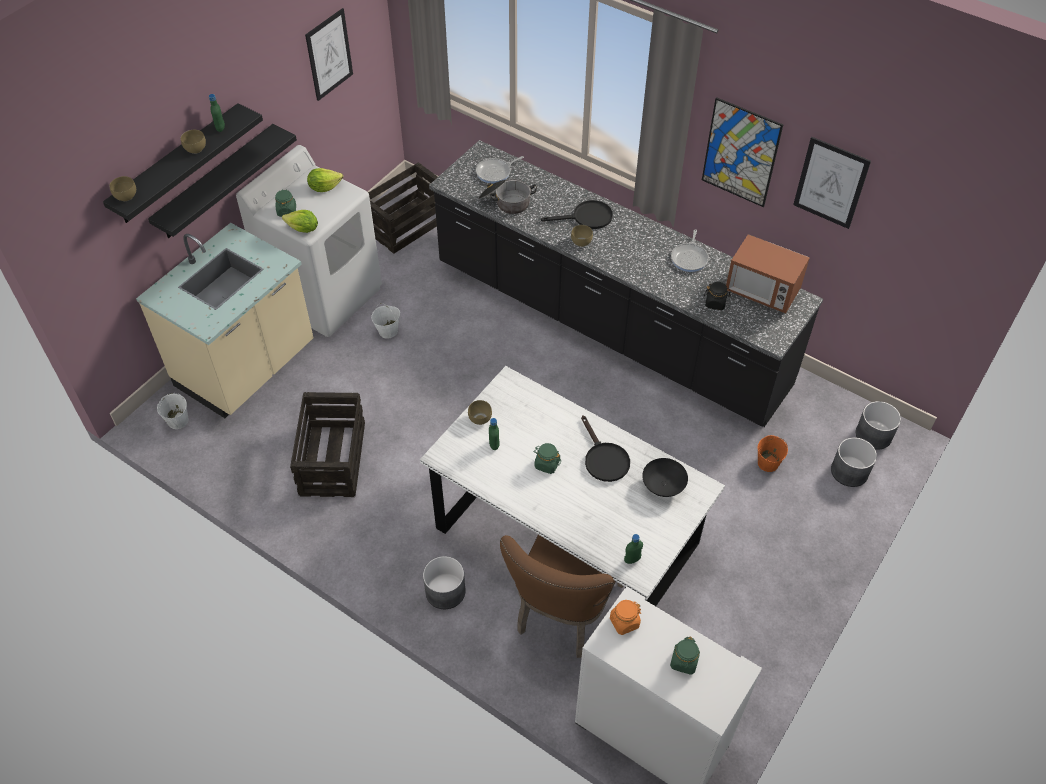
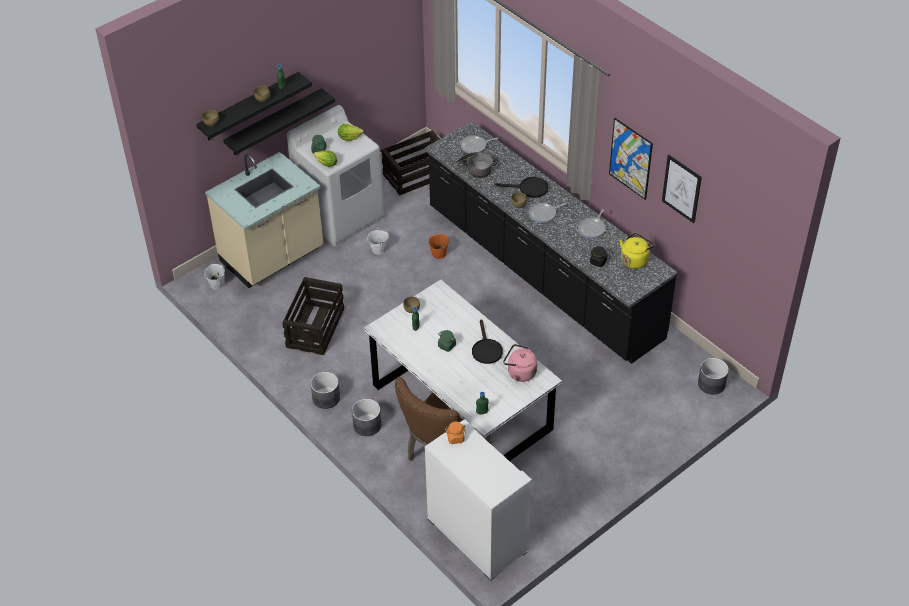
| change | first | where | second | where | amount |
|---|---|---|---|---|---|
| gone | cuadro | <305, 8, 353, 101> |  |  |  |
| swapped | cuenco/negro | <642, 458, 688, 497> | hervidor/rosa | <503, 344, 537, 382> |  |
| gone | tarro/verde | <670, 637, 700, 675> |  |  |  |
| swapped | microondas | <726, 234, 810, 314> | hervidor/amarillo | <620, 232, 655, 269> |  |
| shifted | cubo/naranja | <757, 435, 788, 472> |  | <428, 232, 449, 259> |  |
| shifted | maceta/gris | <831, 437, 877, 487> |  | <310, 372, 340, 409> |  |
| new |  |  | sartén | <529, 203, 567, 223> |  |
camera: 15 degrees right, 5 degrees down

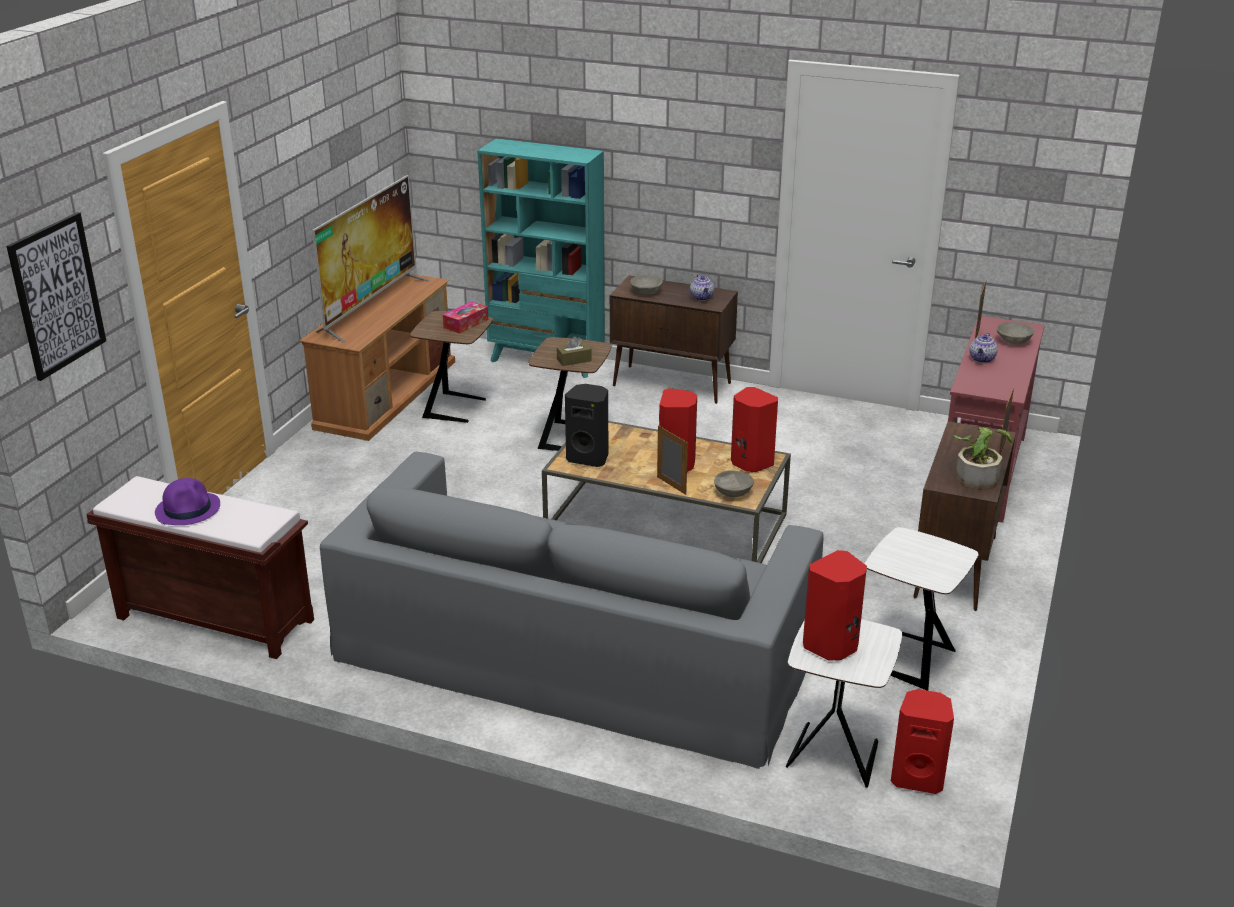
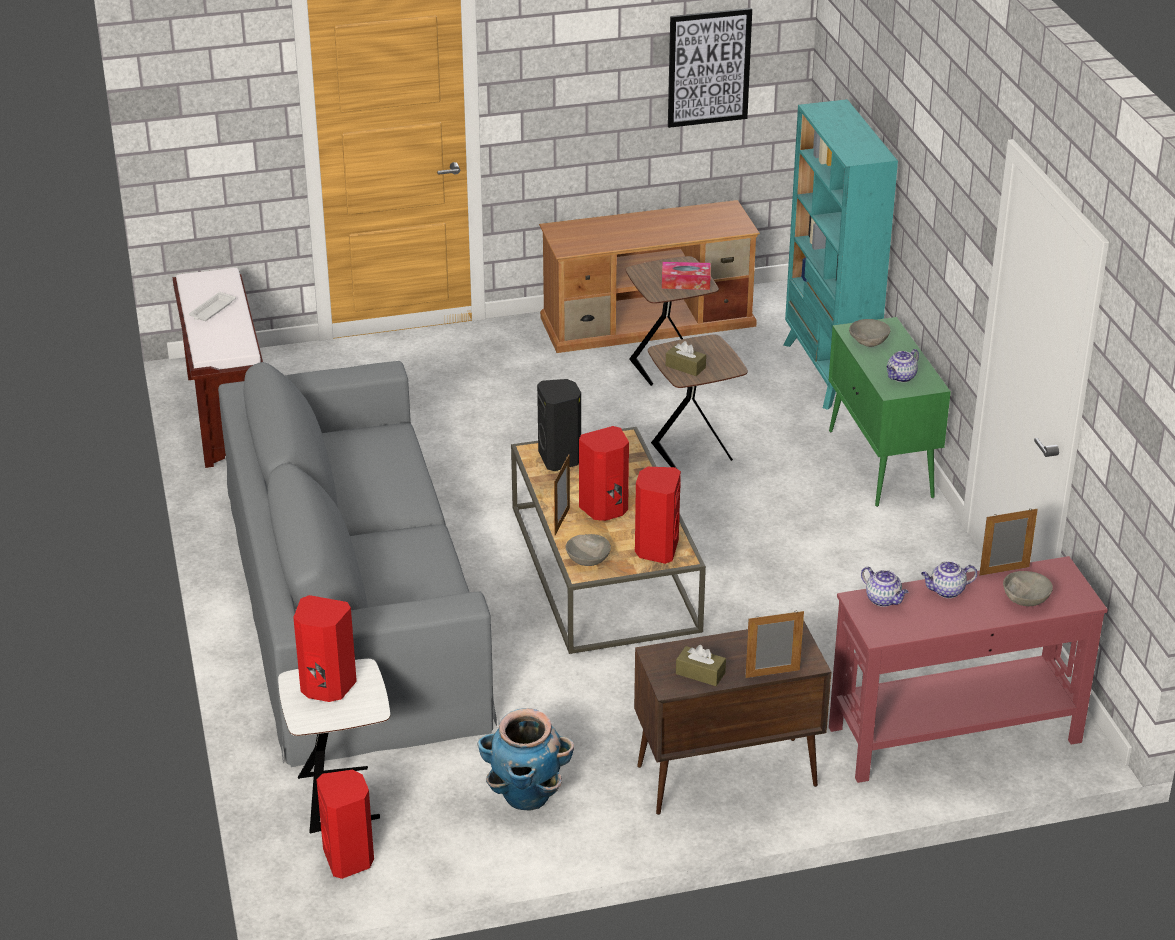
| change | first | where | second | where | amount |
|---|---|---|---|---|---|
| shifted | cuadro | <6, 212, 106, 381> |  | <668, 8, 752, 128> |  |
| swapped | sombrero/morado | <155, 478, 220, 525> | bandeja/blanco | <189, 292, 236, 321> |  |
| gone | televisor | <312, 175, 430, 343> |  |  |  |
| repainted | armario/marrón | <610, 276, 738, 404> | armario/verde | <829, 317, 951, 507> |  |
| swapped | mesa auxiliar/blanco | <865, 527, 979, 691> | maceta | <478, 708, 574, 811> |  |
| swapped | planta en maceta | <954, 427, 1013, 490> | caja de pañuelos/marrón | <676, 645, 726, 686> |  |
| new |  |  | tetera | <861, 566, 909, 607> |  |
camera: 55 degrees right, 5 degrees up

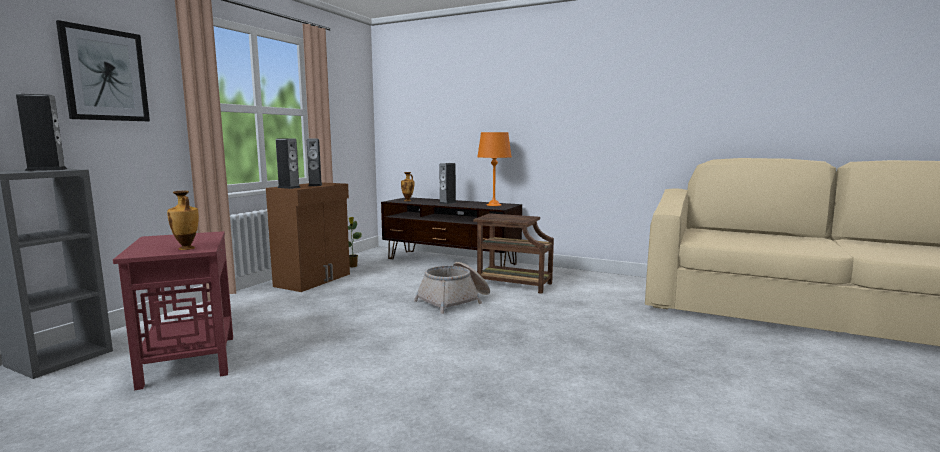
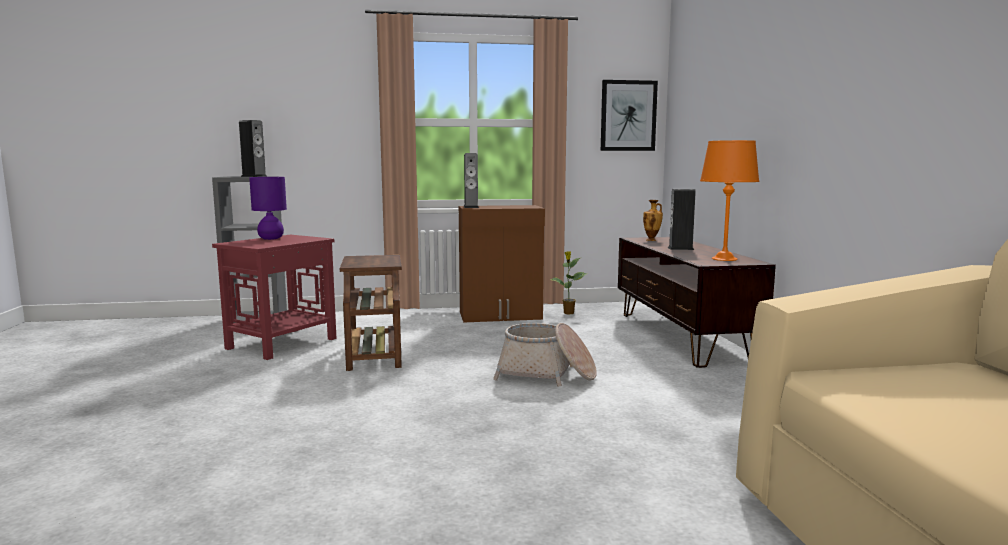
| change | first | where | second | where | amount |
|---|---|---|---|---|---|
| shifted | cuadro | <56, 20, 150, 121> |  | <601, 80, 658, 151> |  |
| gone | florero | <167, 191, 199, 250> |  |  |  |
| gone | altavoz | <307, 139, 322, 186> |  |  |  |
| shifted | mesa auxiliar/marrón | <473, 213, 554, 294> |  | <340, 255, 402, 371> |  |
| new |  |  | lámpara de mesa/morado | <249, 177, 287, 240> |  |
camera: 55 degrees right, 0 degrees up

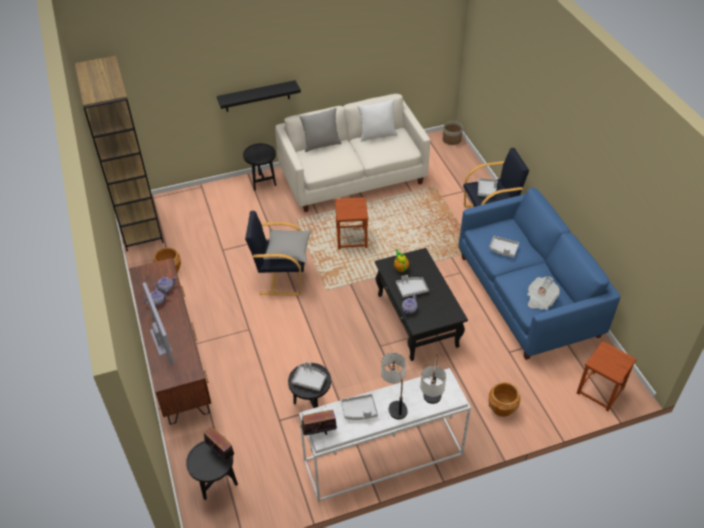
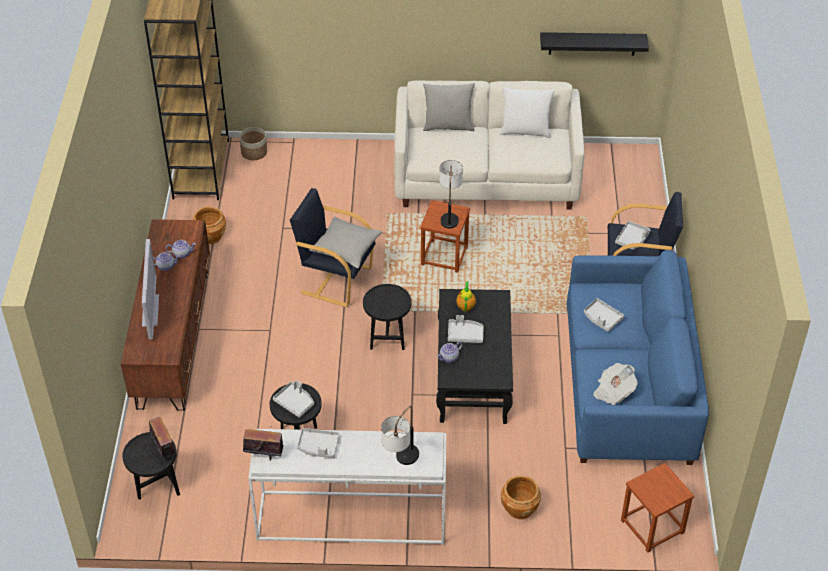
| change | first | where | second | where | amount |
|---|---|---|---|---|---|
| shifted | estante/negro | <217, 80, 301, 112> |  | <540, 32, 649, 56> |  |
| shifted | mesa auxiliar/negro | <243, 143, 276, 191> |  | <363, 284, 411, 350> |  |
| shifted | lámpara de mesa | <381, 353, 408, 420> |  | <439, 160, 463, 228> |  |
| shifted | maceta | <443, 121, 463, 145> |  | <239, 127, 267, 160> |  |
camera: 20 degrees right, 0 degrees up

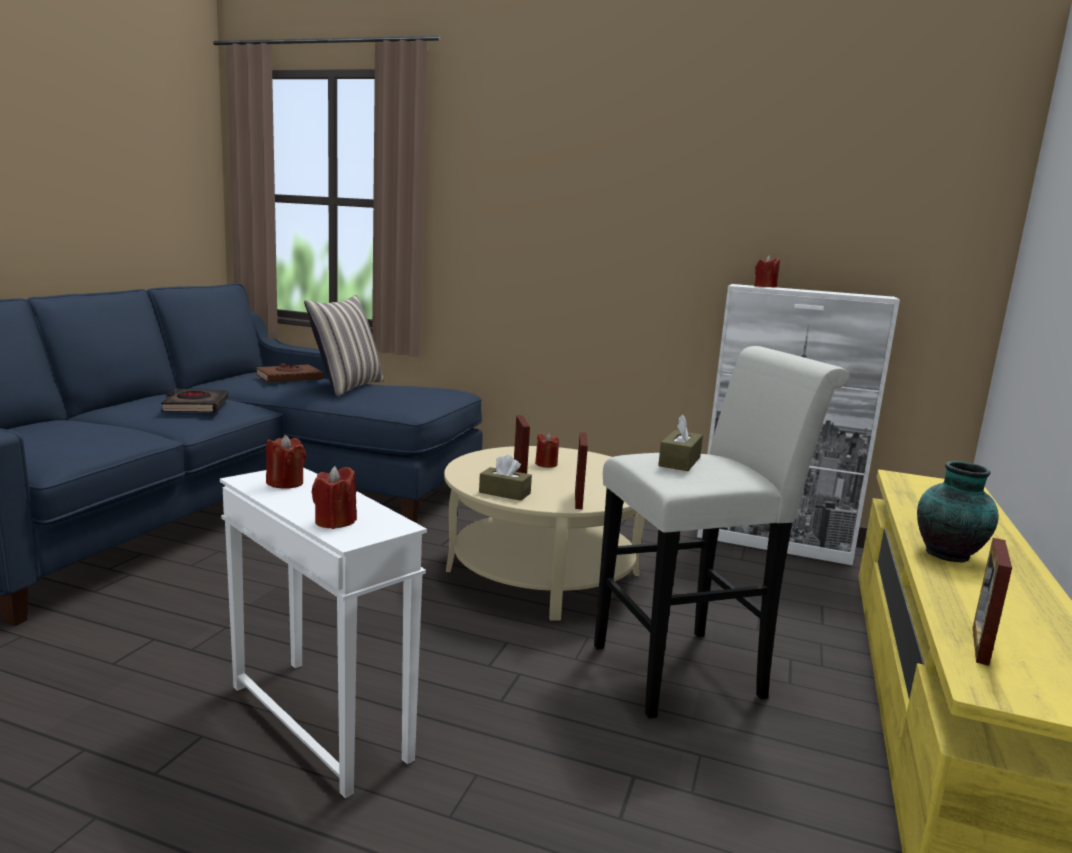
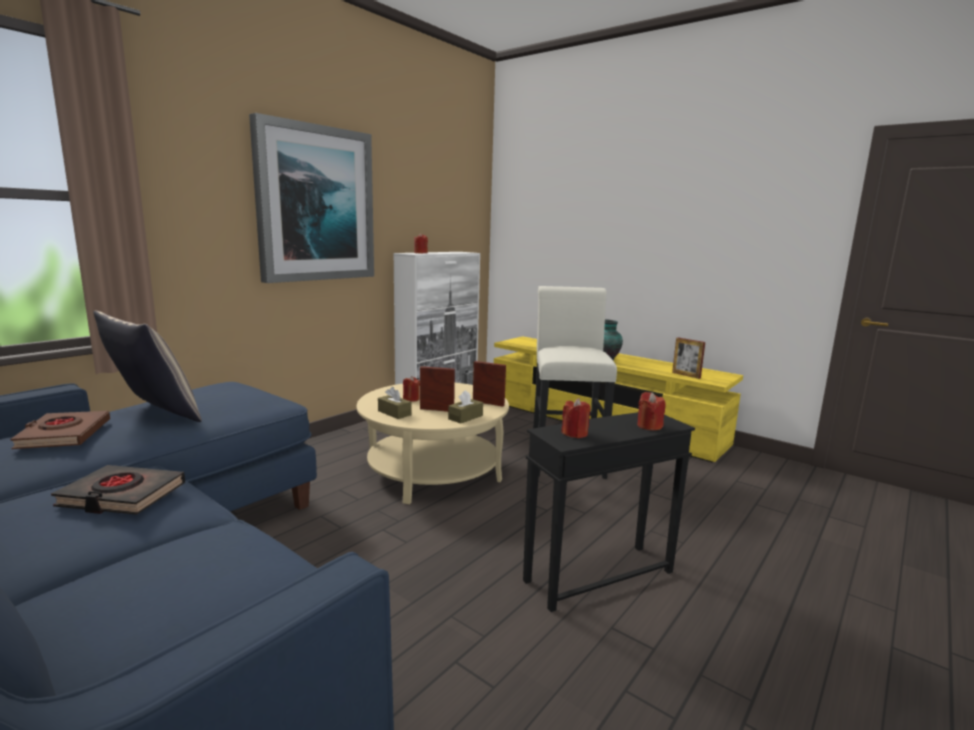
| change | first | where | second | where | amount |
|---|---|---|---|---|---|
| repainted | mesa auxiliar/blanco | <220, 468, 427, 798> | mesa auxiliar/negro | <523, 412, 695, 612> |  |
| shifted | caja de pañuelos/marrón | <658, 414, 703, 471> |  | <378, 387, 412, 419> |  |
| new |  |  | cuadro | <249, 113, 374, 283> |  |
camera: 70 degrees left, 0 degrees up

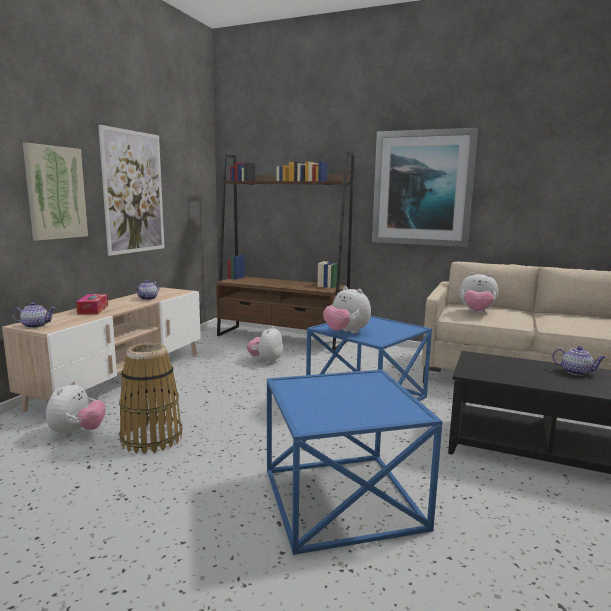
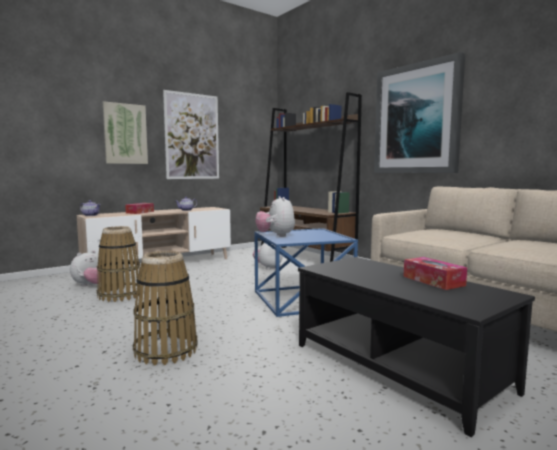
| change | first | where | second | where | amount |
|---|---|---|---|---|---|
| swapped | mesa auxiliar/azul | <267, 370, 443, 555> | cesta | <133, 251, 197, 366> |  |
| gone | peluche | <459, 272, 499, 312> |  |  |  |
| swapped | tetera | <552, 346, 606, 375> | caja de pañuelos | <404, 257, 467, 290> |  |
camera: 30 degrees right, 5 degrees down

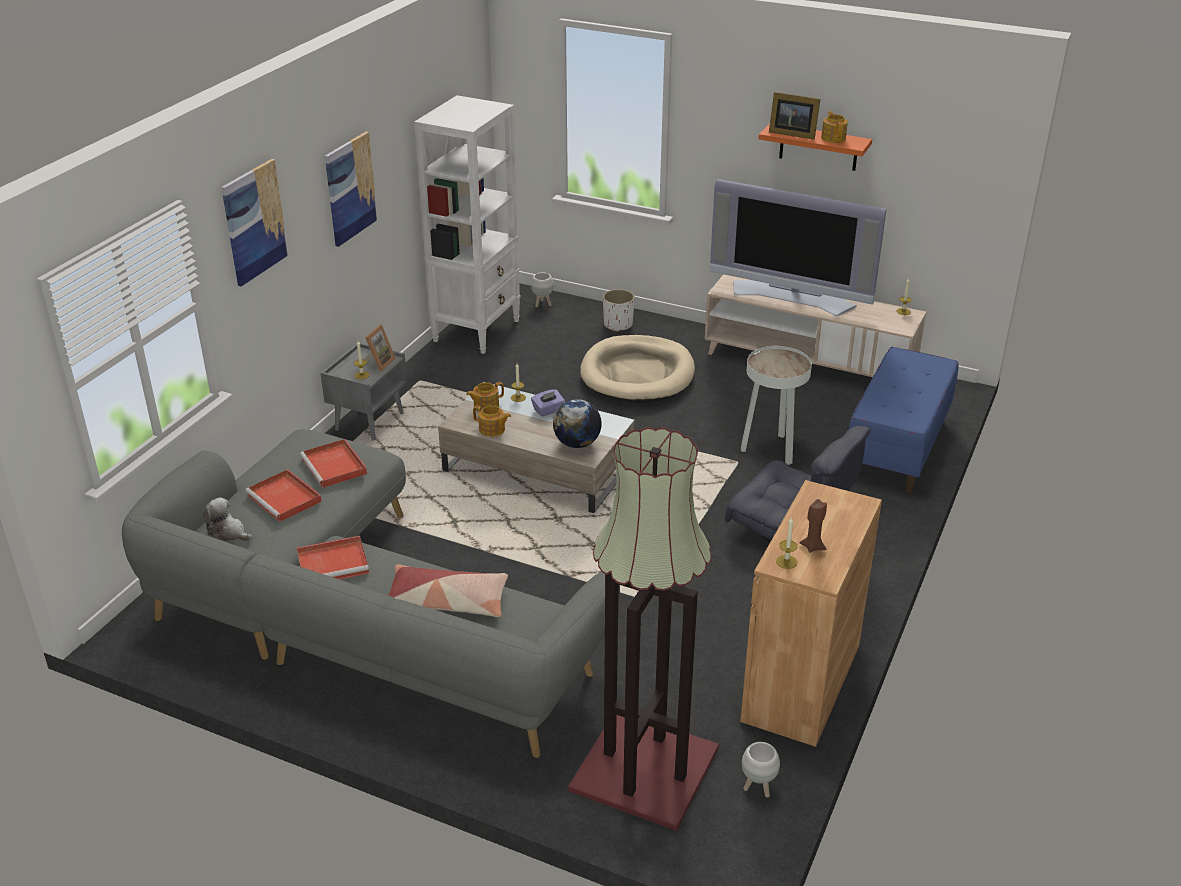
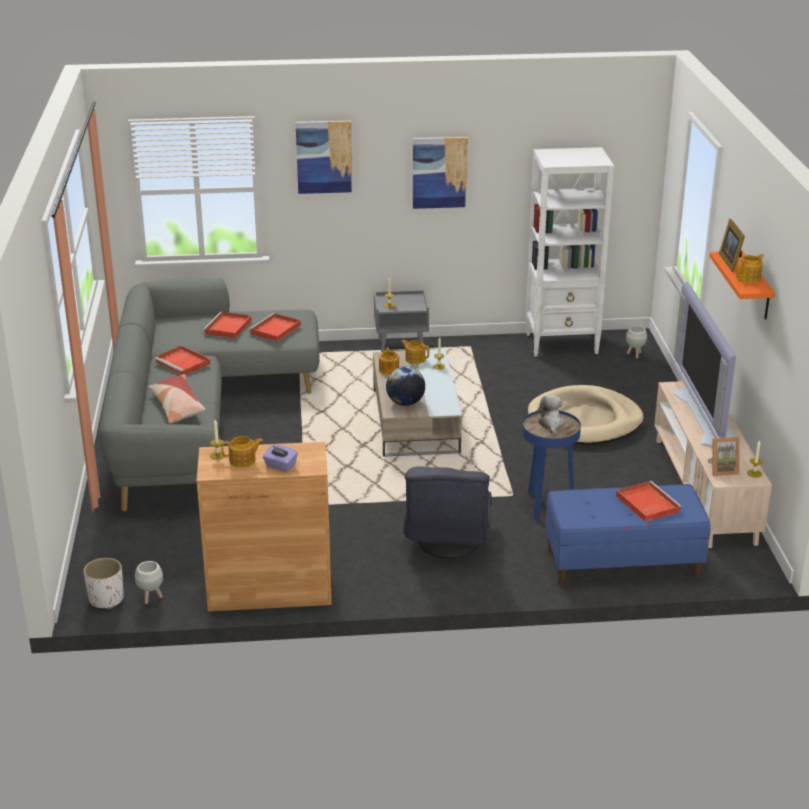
| change | first | where | second | where | amount |
|---|---|---|---|---|---|
| shifted | peluche | <203, 497, 252, 541> |  | <536, 395, 564, 435> |  |
| shifted | portarretratos | <362, 325, 396, 372> |  | <707, 437, 740, 476> |  |
| shifted | caja de pañuelos/morado | <531, 390, 565, 416> |  | <263, 445, 298, 472> |  |
| gone | lámpara de pie | <568, 427, 719, 831> |  |  |  |
| shifted | maceta/blanco | <603, 289, 635, 332> |  | <84, 558, 124, 609> |  |
| repainted | mesa auxiliar/blanco | <741, 346, 812, 465> | mesa auxiliar/azul | <522, 410, 581, 519> |  |
| swapped | vela/marrón | <799, 499, 827, 553> | tetera | <221, 436, 263, 468> |  |
| new |  |  | bandeja/rojo | <616, 481, 682, 522> |  |
camera: 60 degrees right, 5 degrees down

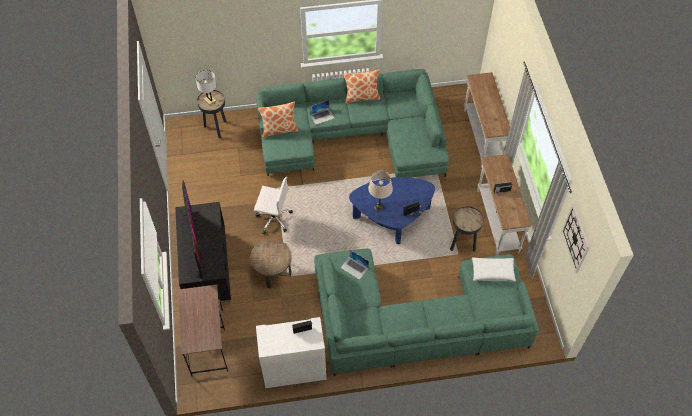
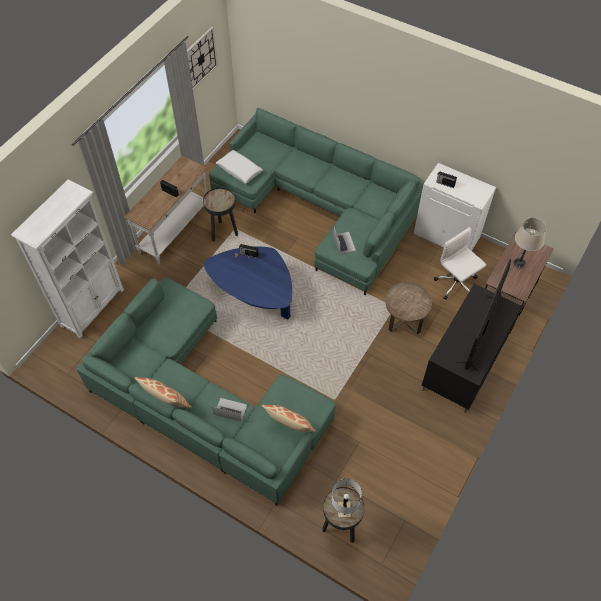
| change | first | where | second | where | amount |
|---|---|---|---|---|---|
| shifted | silla de oficina/blanco | <254, 177, 293, 235> |  | <434, 227, 486, 300> |  |
| shifted | lámpara de mesa/beis | <368, 171, 393, 212> |  | <514, 218, 547, 268> |  |
| swapped | mesa consola/blanco | <464, 72, 510, 168> | estantería/blanco | <11, 179, 124, 339> |  |
camera: 140 degrees left, 0 degrees up

